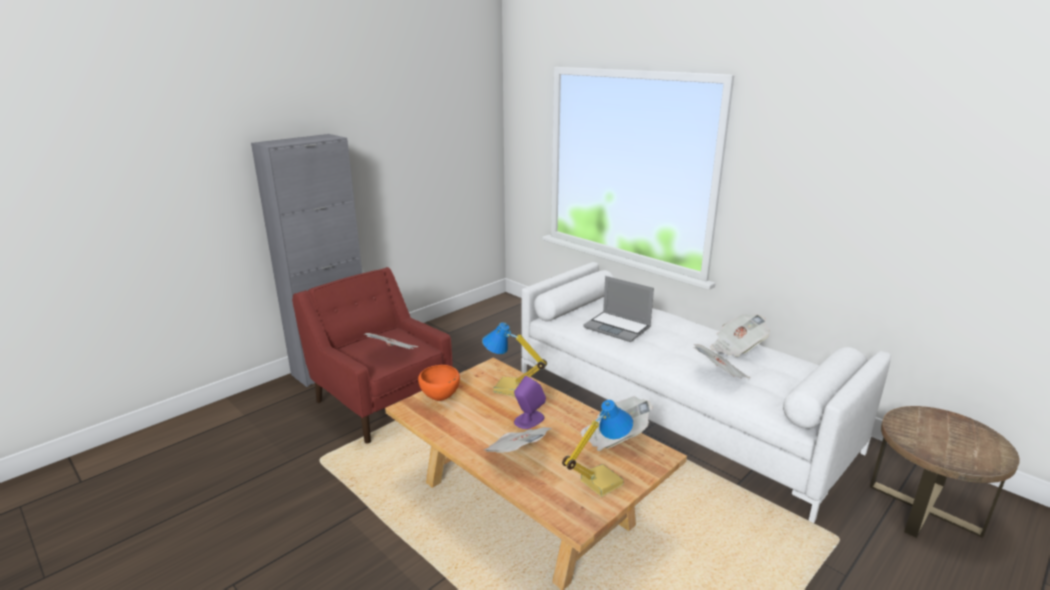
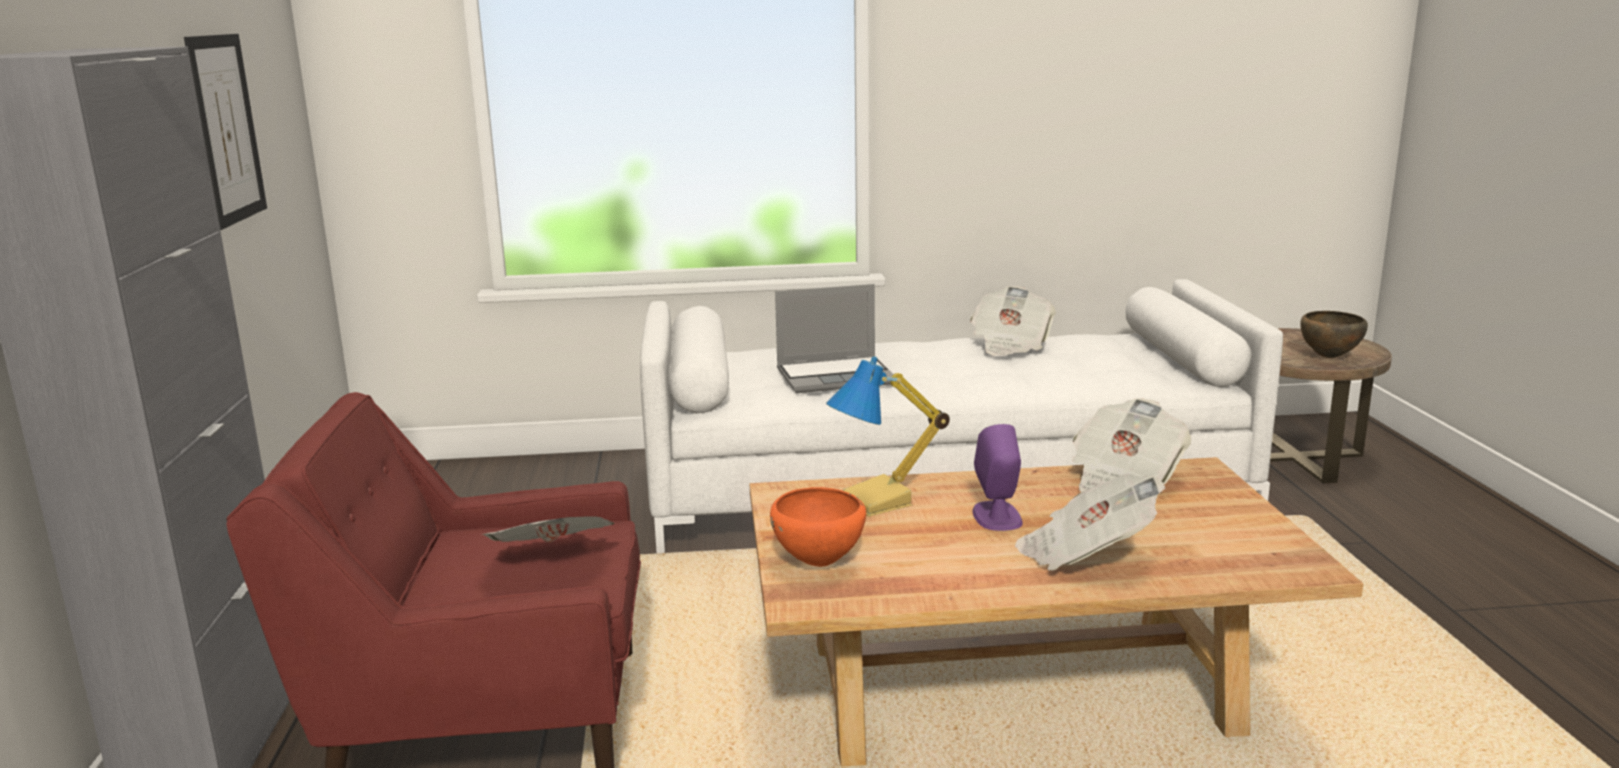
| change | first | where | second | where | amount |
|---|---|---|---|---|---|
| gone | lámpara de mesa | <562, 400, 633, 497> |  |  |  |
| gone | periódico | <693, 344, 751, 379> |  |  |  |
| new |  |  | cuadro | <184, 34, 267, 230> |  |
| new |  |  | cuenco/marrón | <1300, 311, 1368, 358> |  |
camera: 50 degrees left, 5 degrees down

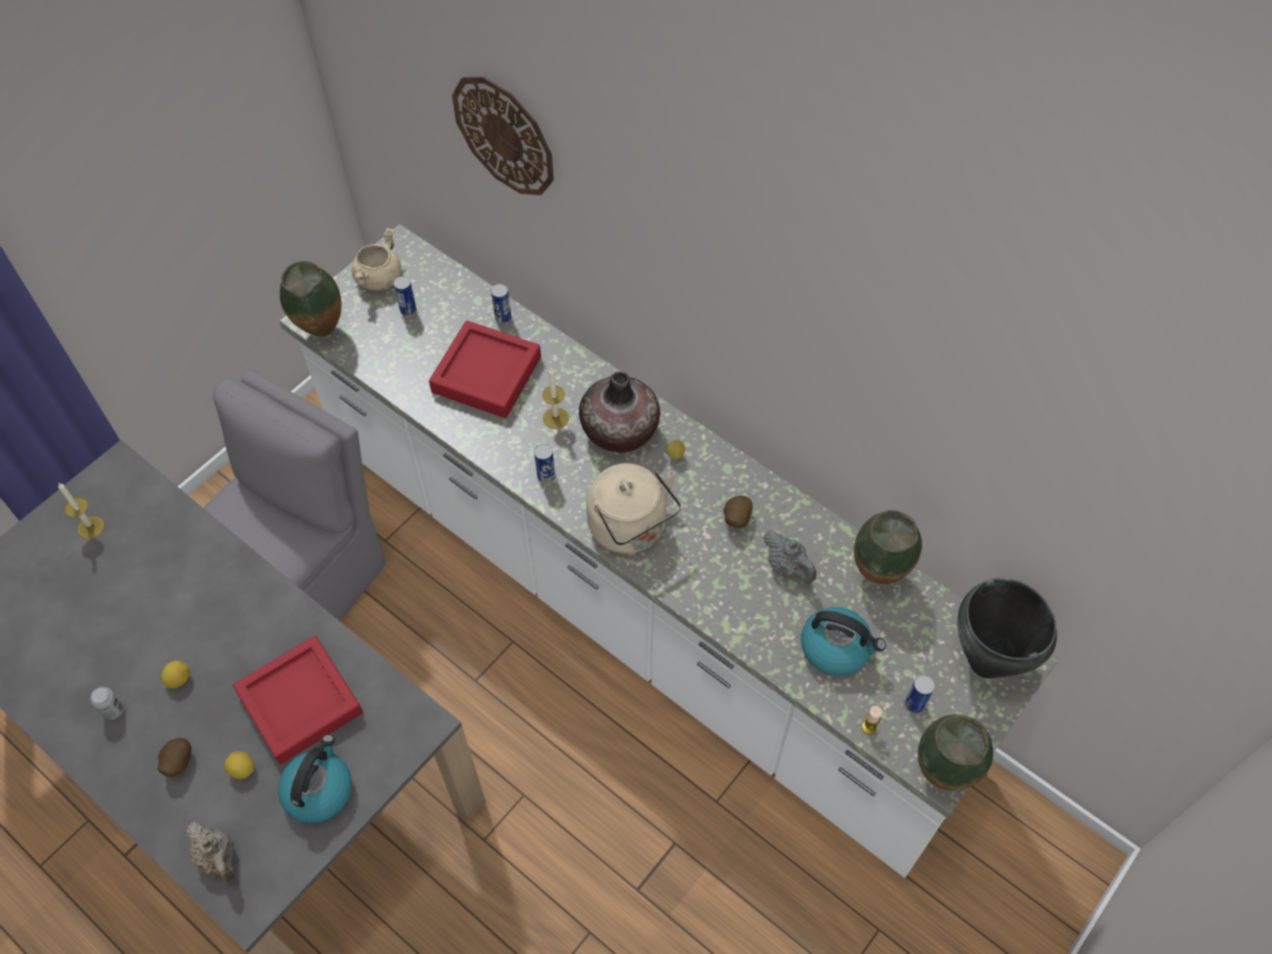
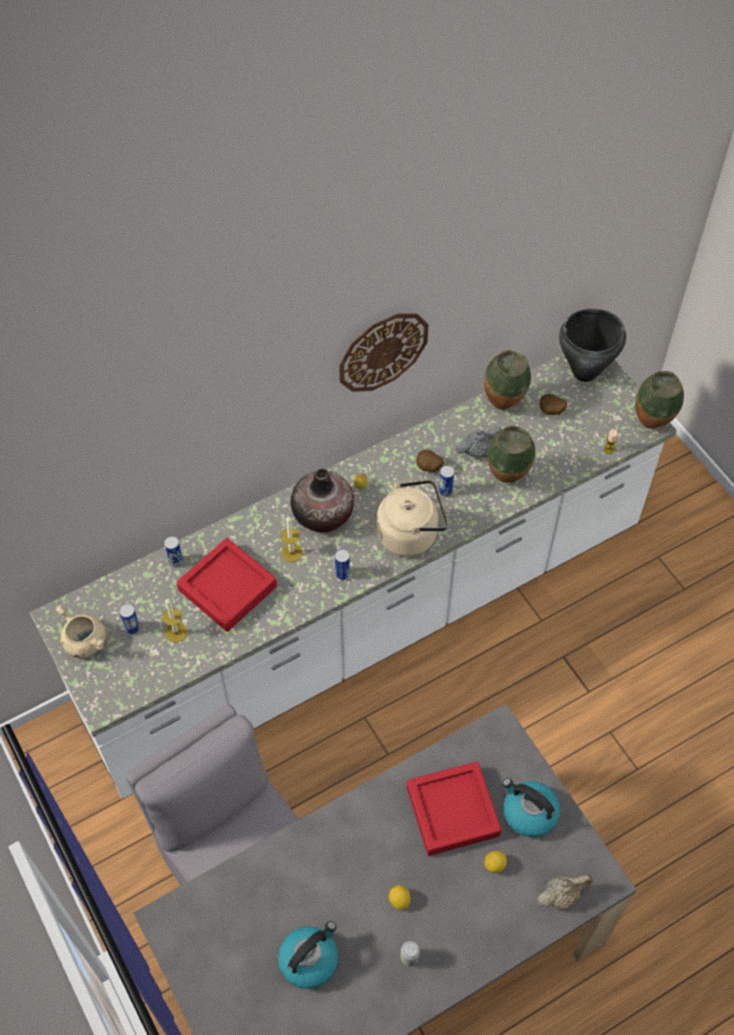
| change | first | where | second | where | amount |
|---|---|---|---|---|---|
| shifted | vela | <58, 482, 105, 539> |  | <162, 598, 187, 642> |  |
| shifted | patata | <158, 738, 191, 777> |  | <540, 394, 567, 415> |  |
| shifted | florero | <280, 261, 341, 337> |  | <488, 426, 535, 483> |  |
| shifted | reloj de pared | <452, 77, 554, 195> |  | <339, 313, 429, 392> |  |
| shifted | hervidor | <801, 607, 886, 676> |  | <278, 921, 338, 989> |  |
| shifted | lata | <905, 675, 935, 714> |  | <439, 466, 454, 497> |  |
camera: 70 degrees left, 0 degrees up

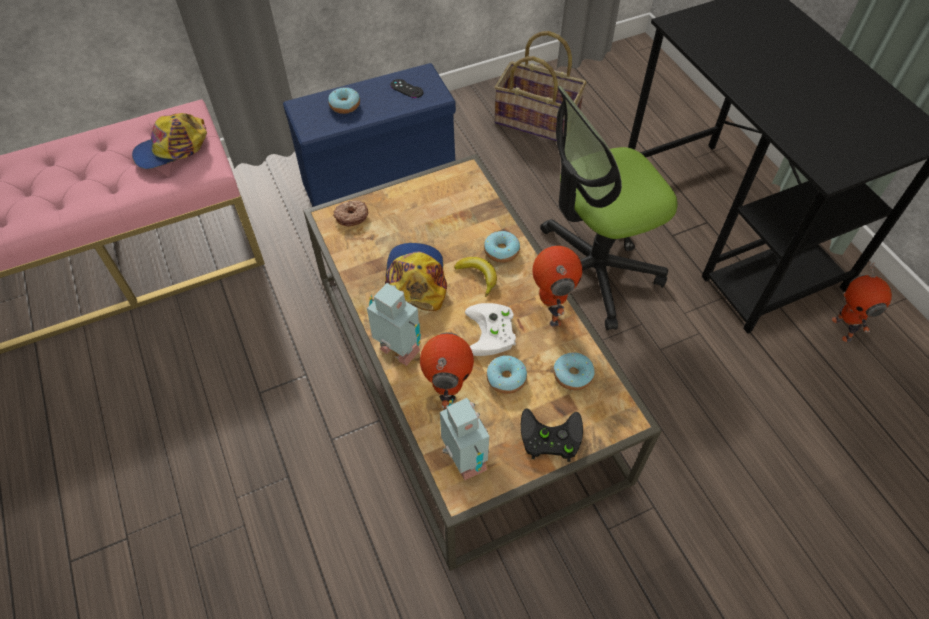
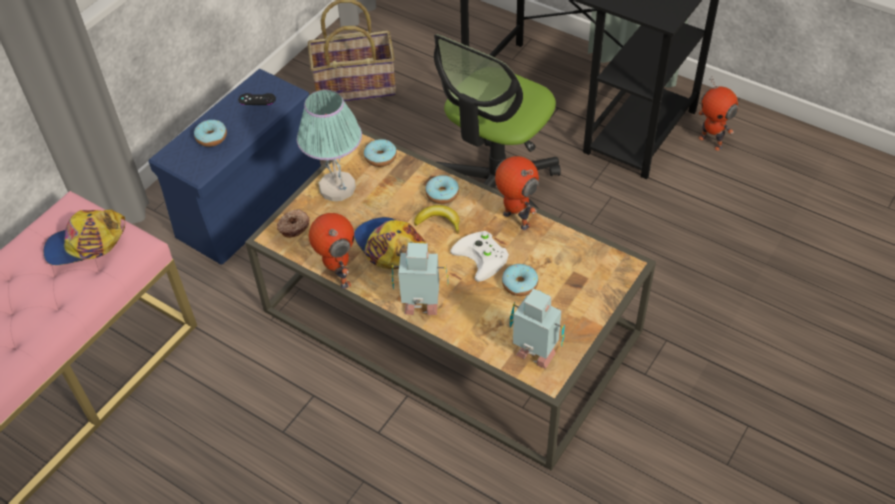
| change | first | where | second | where | amount |
|---|---|---|---|---|---|
| rotated | gorra | <132, 113, 207, 169> |  | <44, 210, 125, 265> | 45 degrees clockwise |
| shifted | robot de juguete | <420, 332, 474, 410> |  | <309, 213, 354, 289> |  |
| gone | mando de consola/negro | <521, 408, 583, 462> |  |  |  |
| shifted | rosquilla | <554, 352, 595, 390> |  | <364, 139, 397, 167> |  |
| new |  |  | lámpara de mesa | <297, 90, 362, 201> |  |
camera: 30 degrees left, 5 degrees down

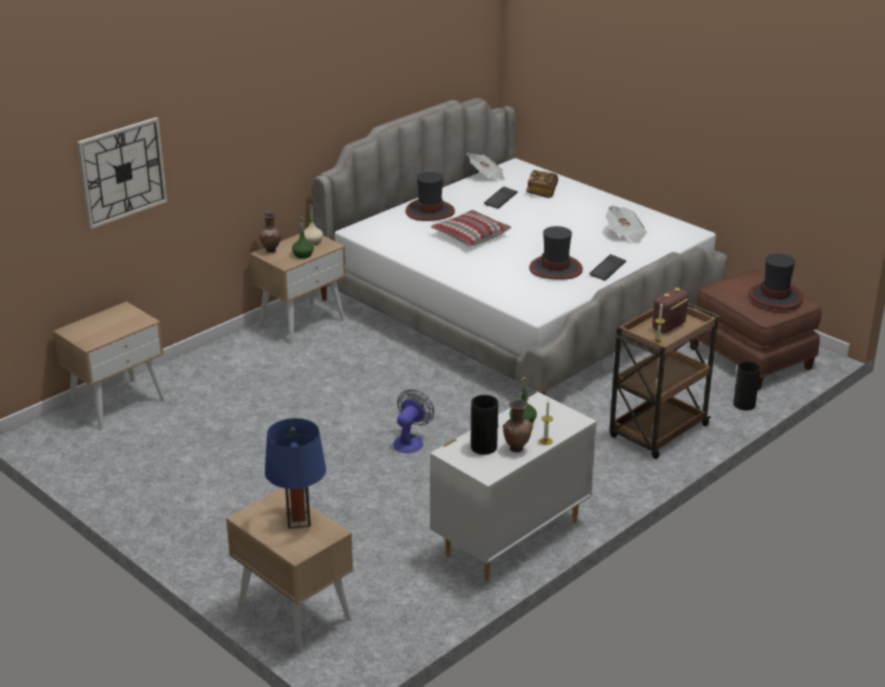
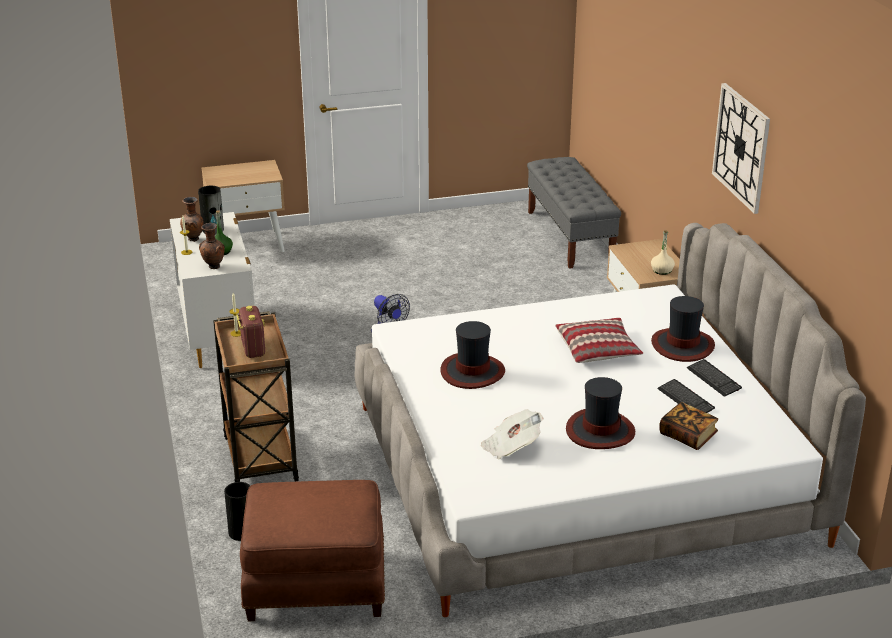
| change | first | where | second | where | amount |
|---|---|---|---|---|---|
| swapped | mesita de noche/beis | <53, 301, 166, 430> | banco/gris | <527, 157, 621, 269> |  |
| shifted | reloj de pared | <77, 117, 167, 229> |  | <712, 83, 770, 214> |  |
| shifted | florero/marrón | <259, 211, 281, 253> |  | <199, 223, 225, 269> |  |
| gone | lámpara de mesa/azul | <265, 418, 326, 529> |  |  |  |
| gone | botella/verde | <292, 217, 314, 259> |  |  |  |
| gone | periódico | <467, 153, 505, 180> |  |  |  |
| shifted | teclado | <589, 254, 626, 281> |  | <687, 359, 742, 397> |  |
| shifted | sombrero | <748, 254, 804, 309> |  | <566, 377, 635, 449> |  |
camera: 120 degrees right, 0 degrees up

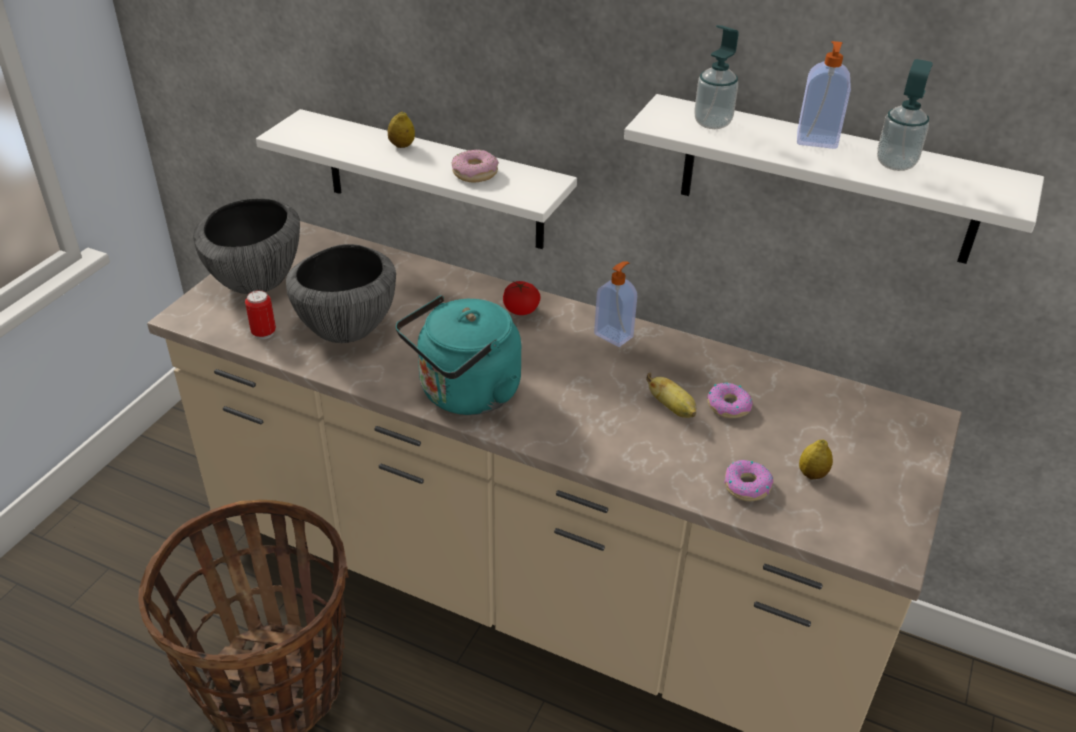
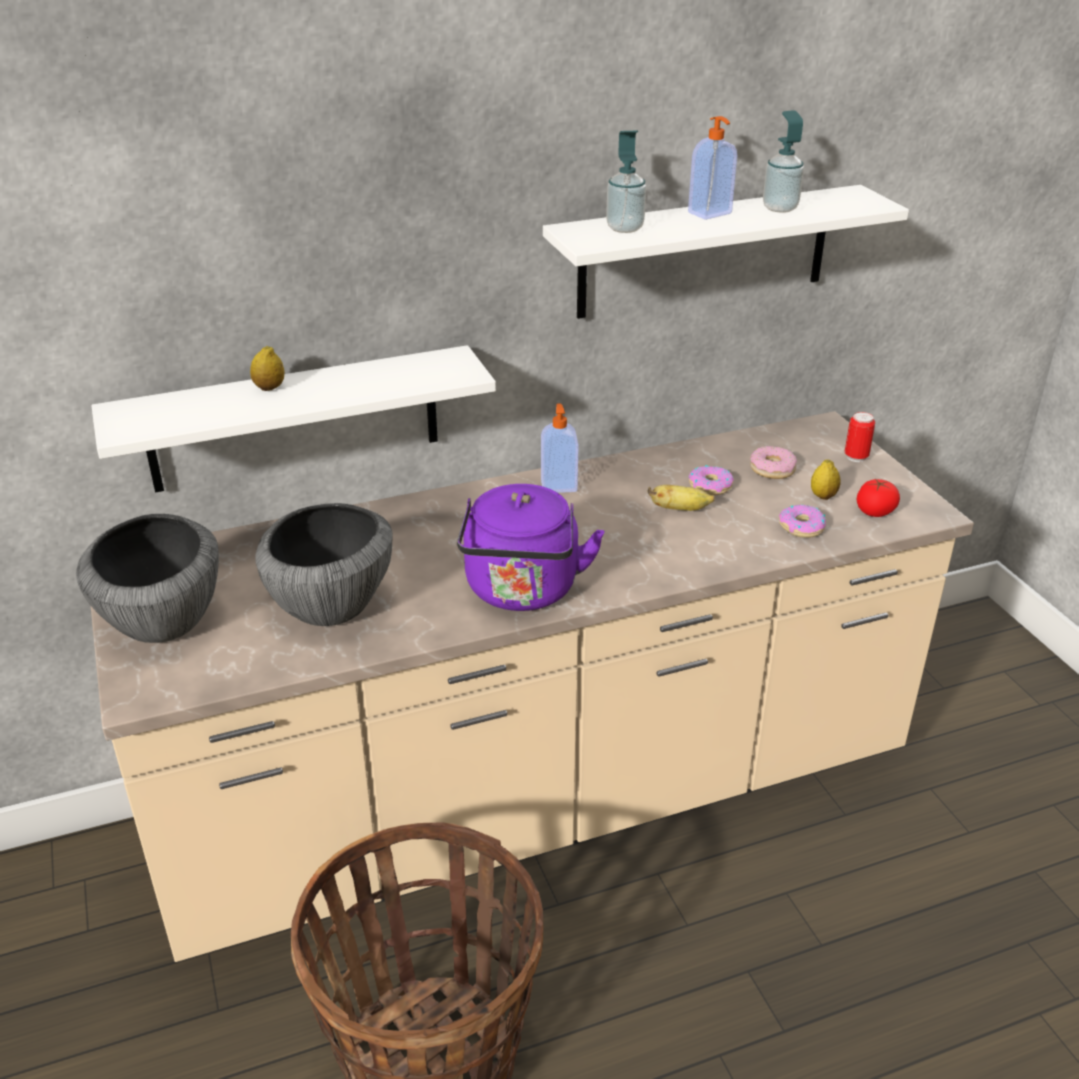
| change | first | where | second | where | amount |
|---|---|---|---|---|---|
| shifted | lata | <245, 290, 276, 339> |  | <845, 412, 875, 462> |  |
| repainted | hervidor/turquesa | <396, 295, 521, 415> | hervidor/morado | <457, 484, 604, 611> |  |
| shifted | rosquilla | <451, 150, 499, 182> |  | <750, 446, 797, 479> |  |
| shifted | tomate | <503, 281, 540, 315> |  | <856, 479, 900, 517> |  |
camera: 45 degrees left, 5 degrees down

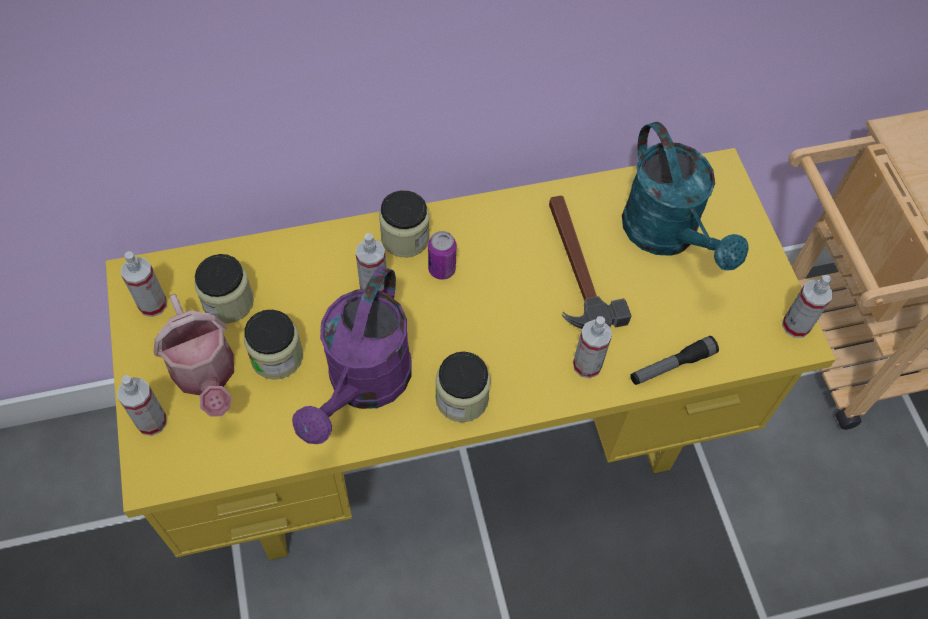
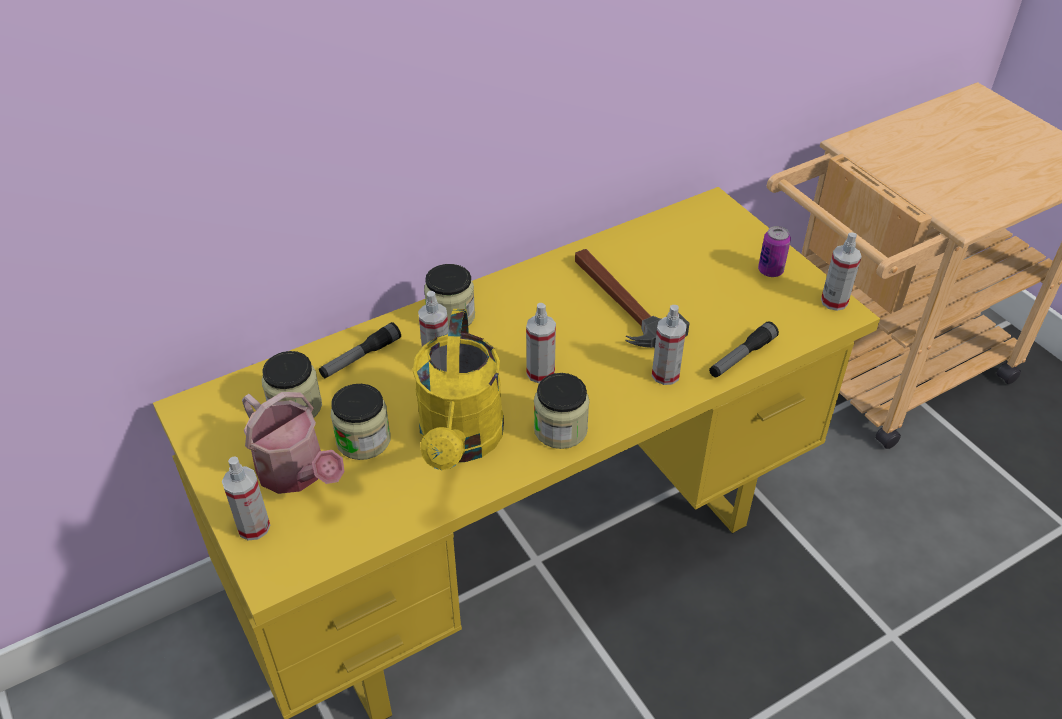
| change | first | where | second | where | amount |
|---|---|---|---|---|---|
| shifted | pulverizador | <121, 251, 167, 317> |  | <526, 303, 556, 383> |  |
| repainted | regadera/morado | <292, 266, 412, 444> | regadera/amarillo | <412, 309, 504, 470> |  |
| shifted | lata | <428, 231, 456, 280> |  | <758, 226, 791, 277> |  |
| gone | regadera/turquesa | <622, 122, 749, 271> |  |  |  |
| new |  |  | linterna | <319, 322, 401, 378> |  |
camera: 15 degrees left, 15 degrees down

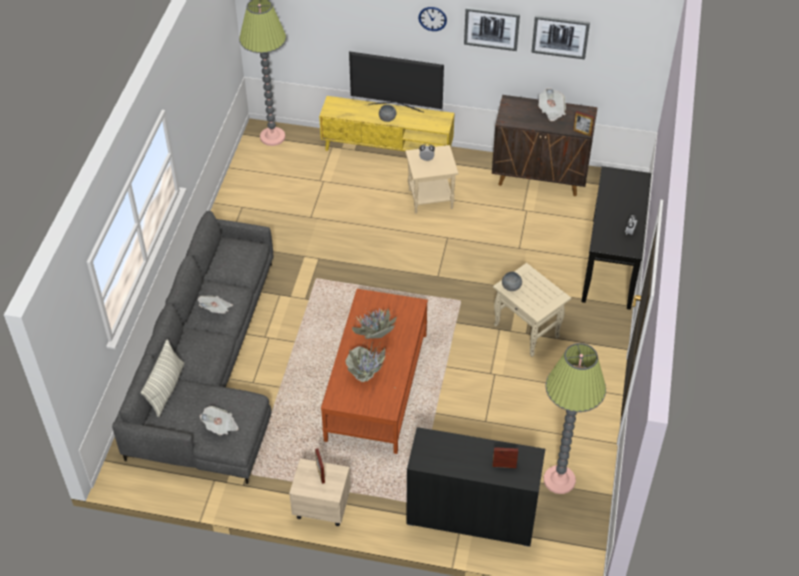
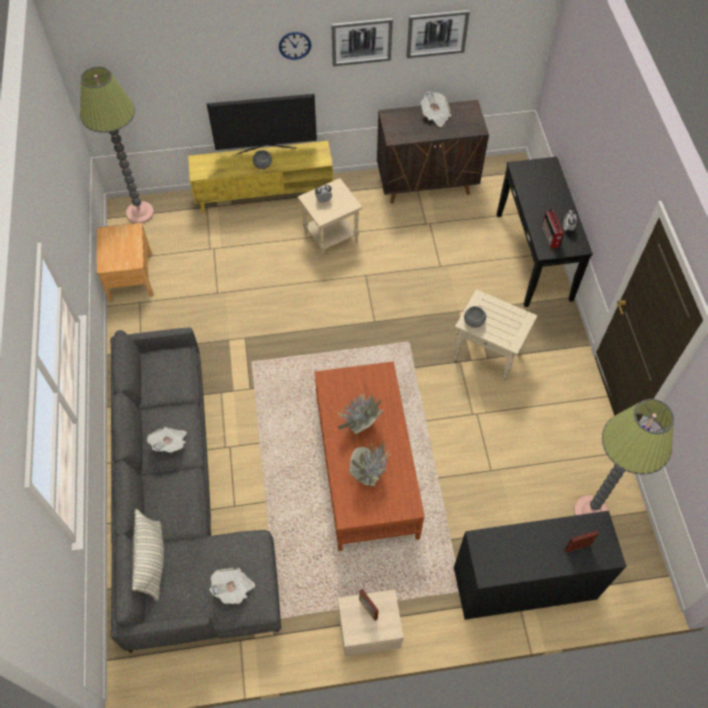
| change | first | where | second | where | amount |
|---|---|---|---|---|---|
| gone | portarretratos | <573, 111, 594, 137> |  |  |  |
| new |  |  | mesita de noche/marrón | <97, 223, 153, 302> |  |
| new |  |  | radio | <542, 208, 565, 249> |  |
camera: 20 degrees left, 10 degrees up

